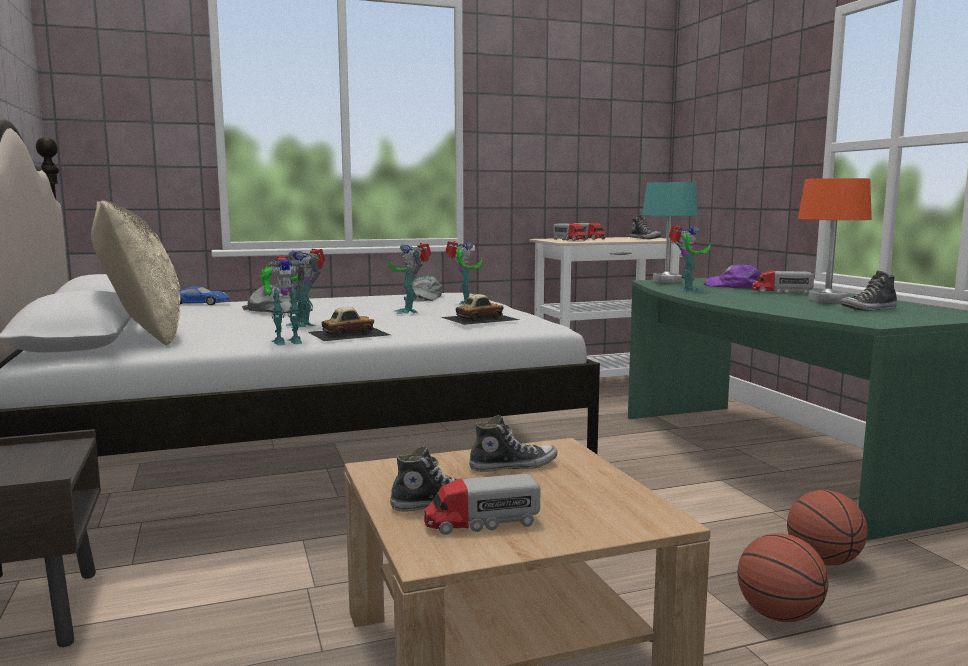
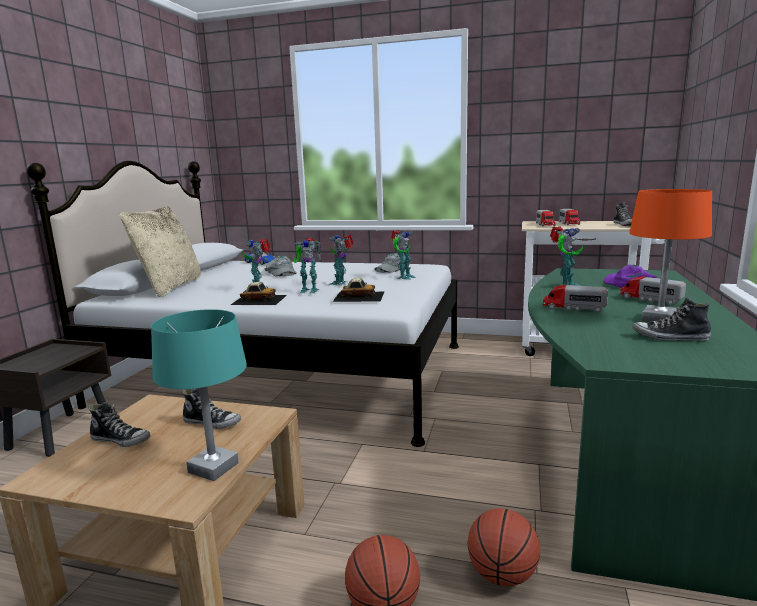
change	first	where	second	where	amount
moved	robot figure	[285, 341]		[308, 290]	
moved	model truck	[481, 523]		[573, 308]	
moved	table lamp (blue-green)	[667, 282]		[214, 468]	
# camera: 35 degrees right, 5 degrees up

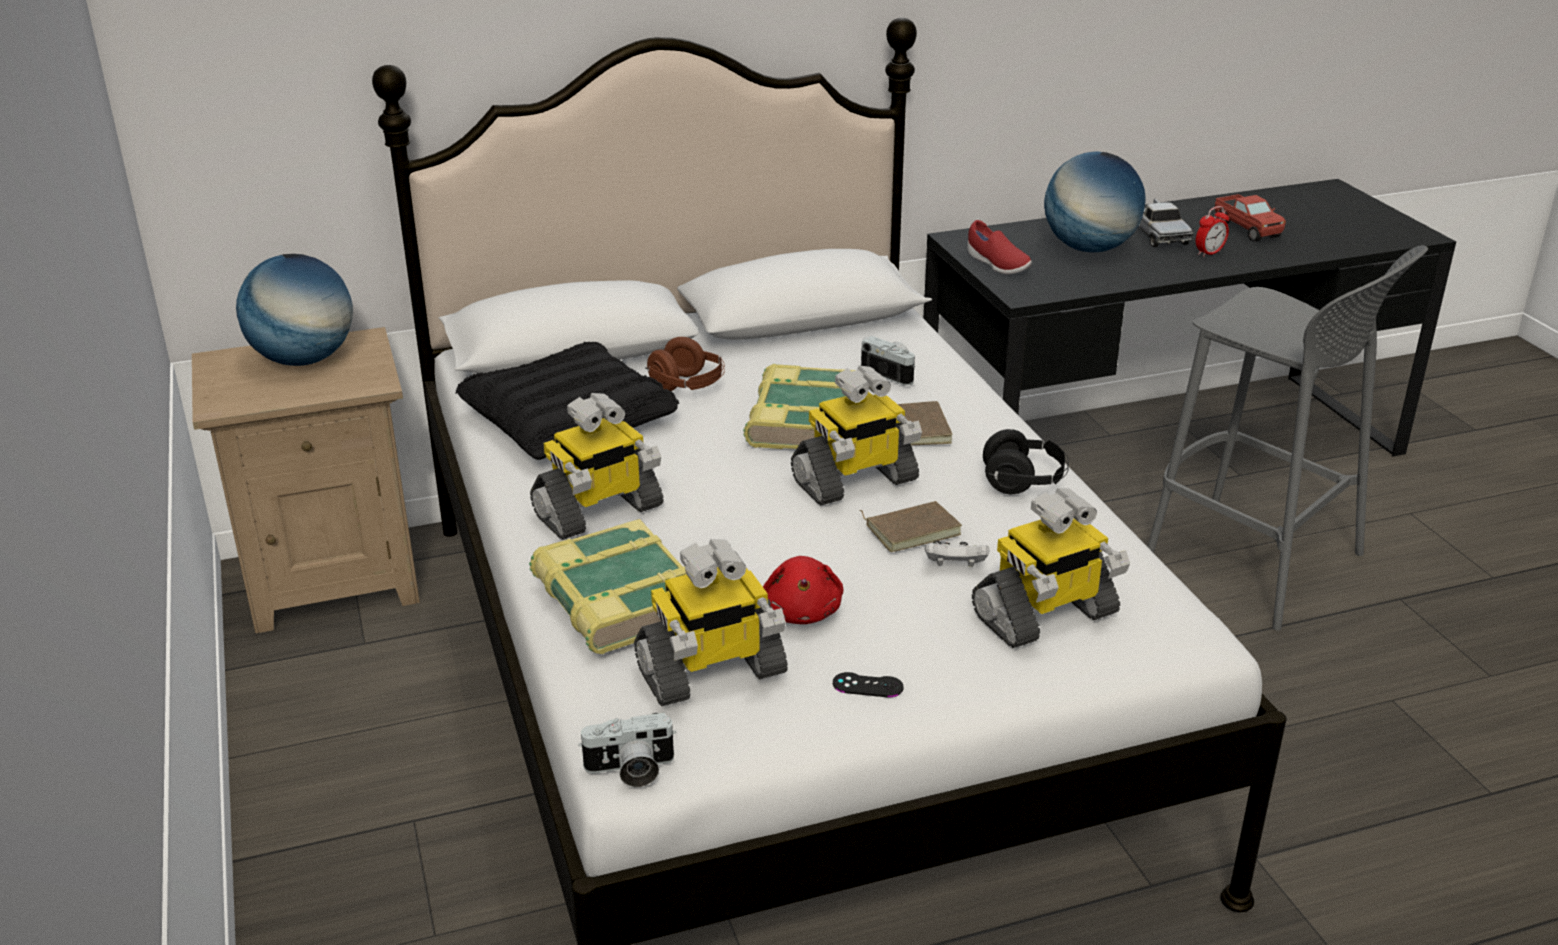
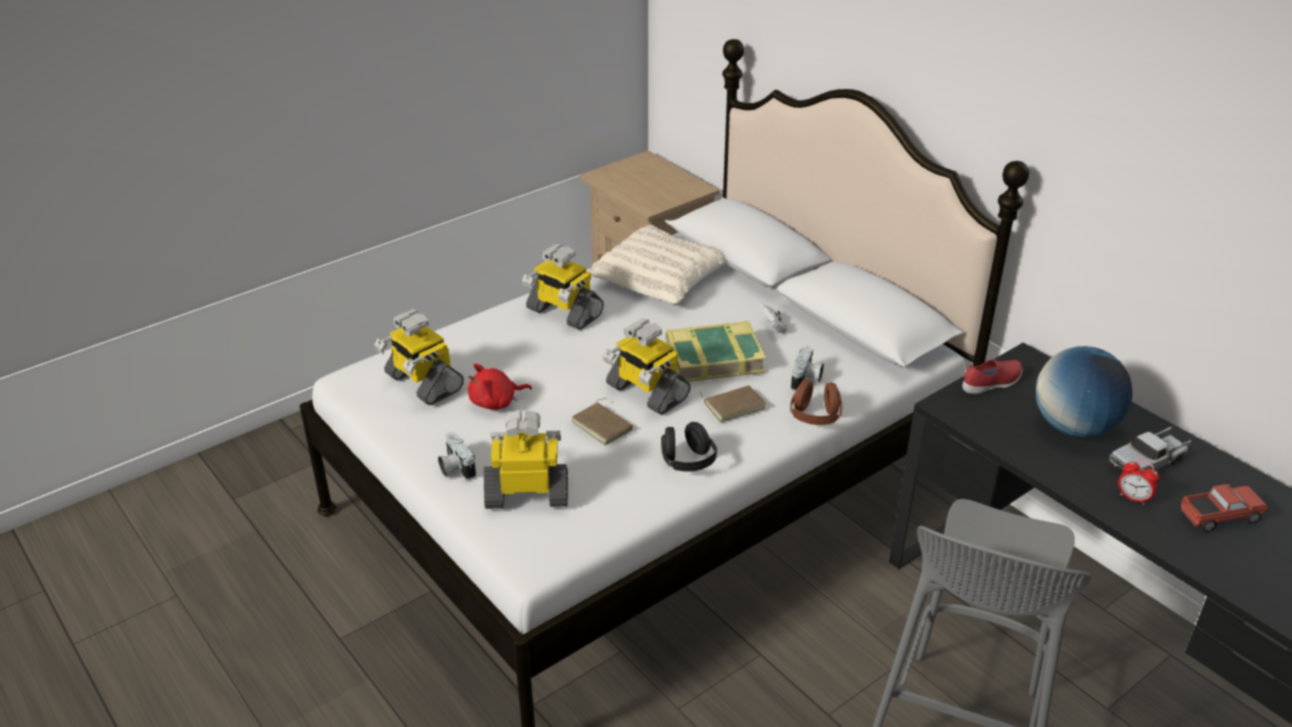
change	first	where	second	where	amount
removed	desk globe	[304, 360]			
recoloured	cushion (black)	[569, 420]	cushion (beige-coloured)	[660, 277]	
removed	bound book	[616, 600]			
moved	photo camera	[630, 770]		[455, 467]	
moved	pair of headphones (brown)	[687, 386]		[815, 417]	
removed	joypad (black)	[867, 685]			
moved	joypad (white-coloured)	[955, 567]		[774, 328]	
turned	item of footwear (red-coloured)	[996, 265]		[992, 384]	150 degrees counterclockwise
turned	robot figure	[1045, 616]		[528, 493]	135 degrees clockwise
turned	model truck	[1246, 229]		[1219, 518]	150 degrees counterclockwise
# camera: 70 degrees right, 5 degrees up

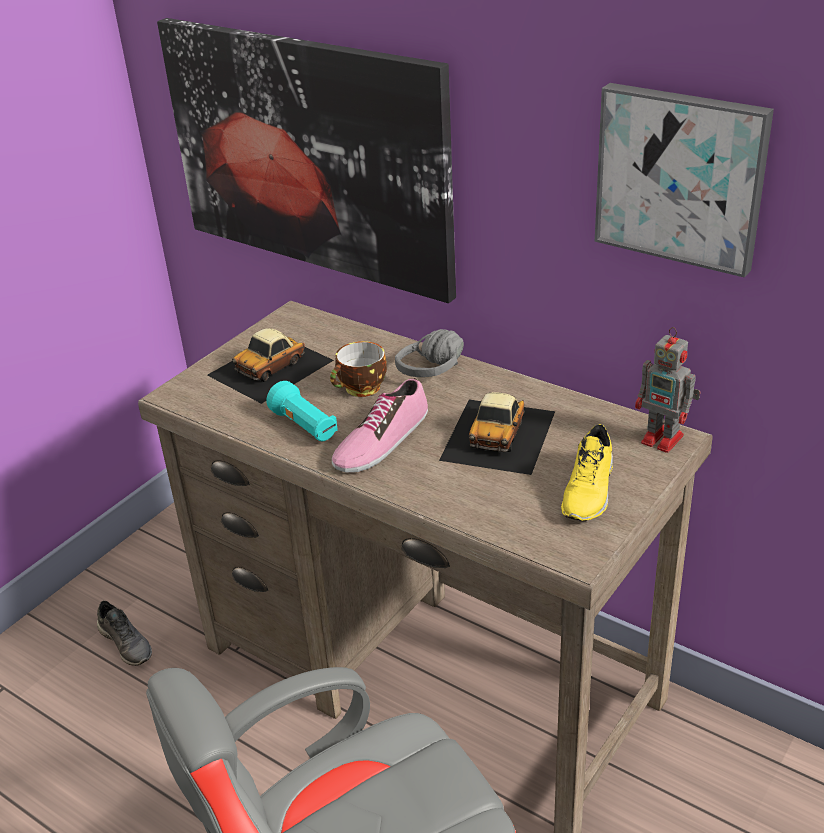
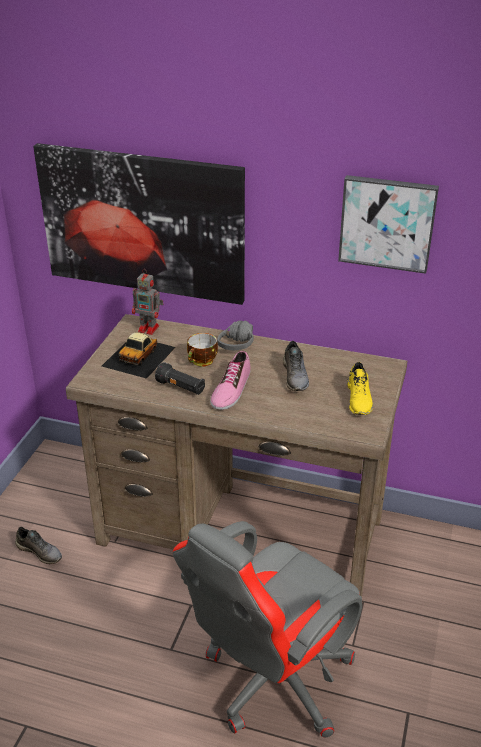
change	first	where	second	where	amount
recoloured	torch (blue-green)	[304, 427]	torch (black)	[181, 388]	
replaced	toy car	[499, 435]	item of footwear (gray)	[295, 376]	
moved	robot figure	[664, 439]		[149, 329]	
# camera: 20 degrees left, 0 degrees up

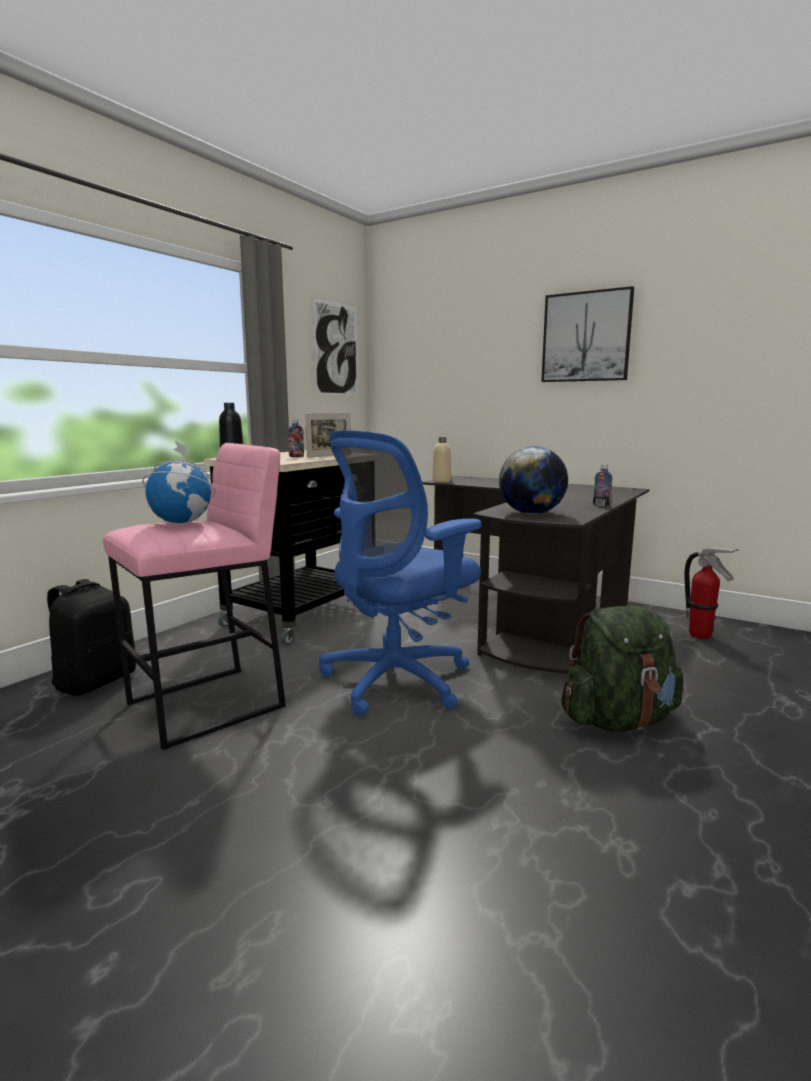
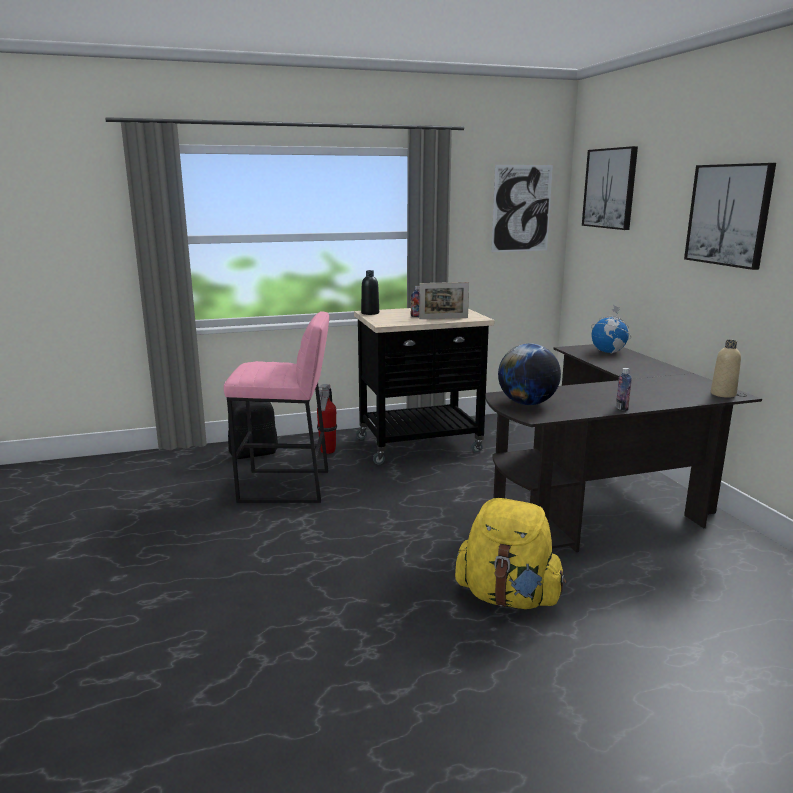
change	first	where	second	where	amount
moved	desk globe	[182, 522]		[608, 352]	
removed	desk chair (blue)	[402, 676]			
moved	drink bottle (beige-coloured)	[441, 481]		[723, 394]	
recoloured	knapsack (greenish)	[618, 720]	knapsack (yellow-coloured)	[508, 597]	
moved	fire extinguisher	[700, 636]		[327, 451]	
added			wall art	[610, 188]	
# camera: 40 degrees right, 5 degrees up

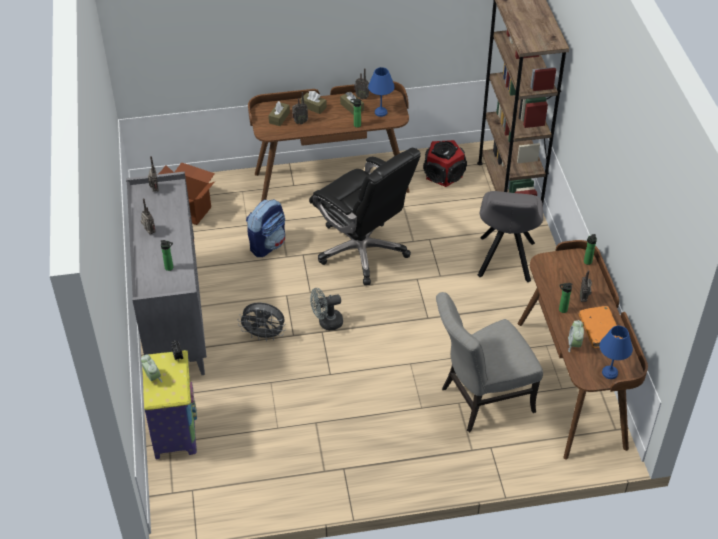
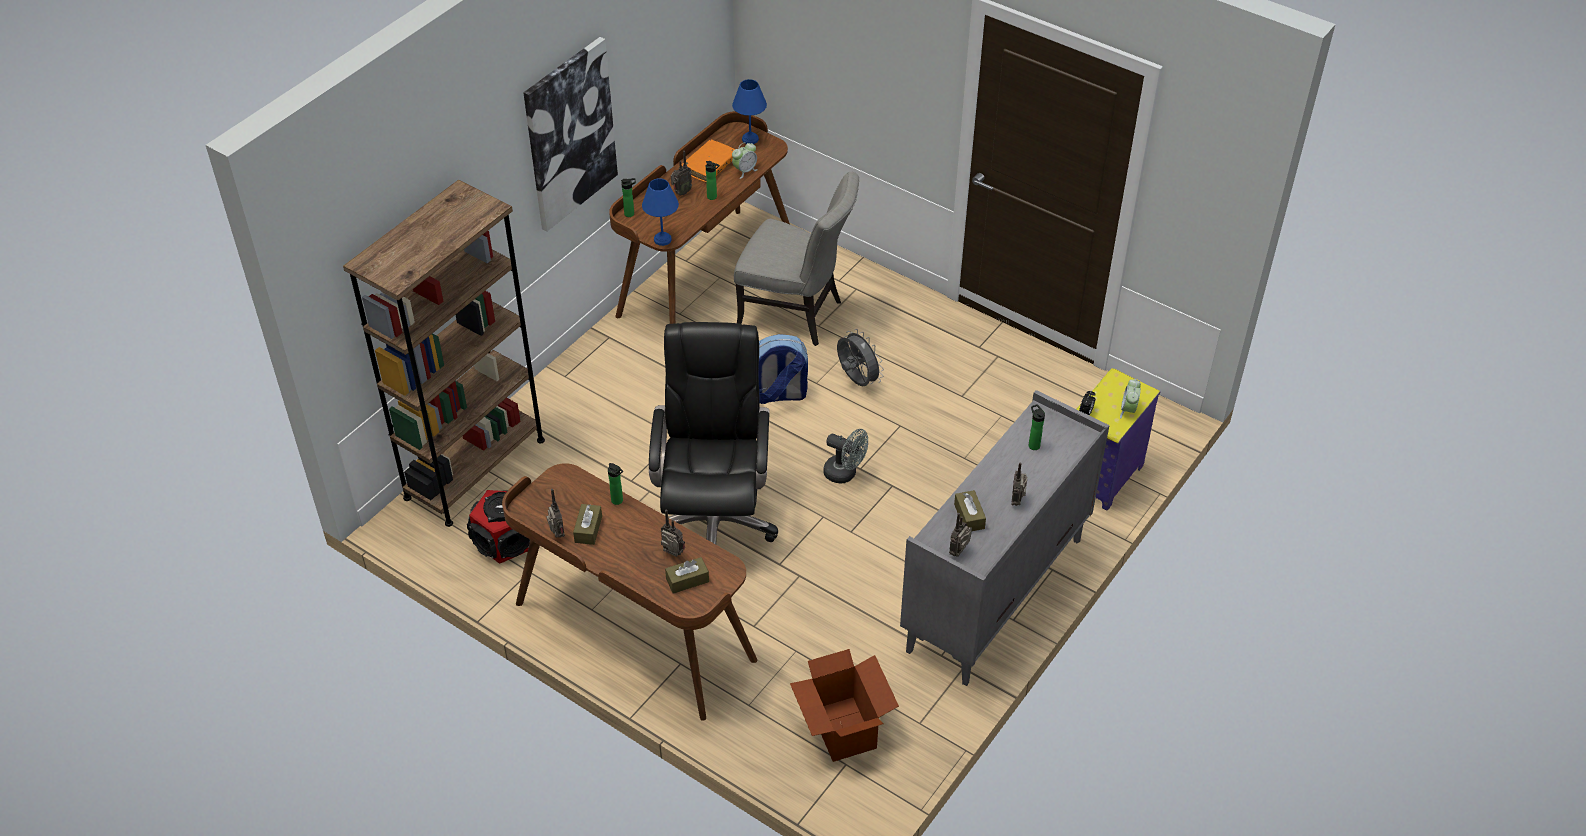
change	first	where	second	where	amount
moved	electric fan (gray)	[264, 335]		[856, 381]	
moved	knapsack	[268, 244]		[778, 395]	
moved	box of tissues (brown)	[313, 107]		[969, 516]	
moved	table lamp (blue)	[381, 112]		[662, 239]	
removed	upright chair (gray)	[505, 259]			
added			wall art	[569, 134]	
# camera: 135 degrees left, 0 degrees up

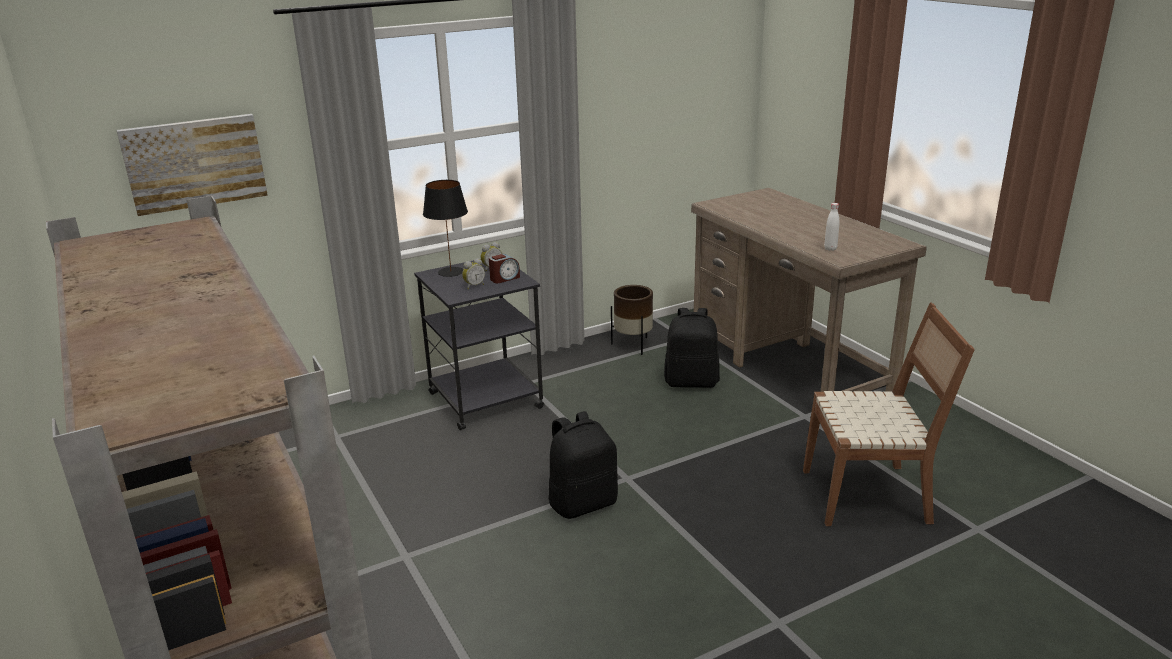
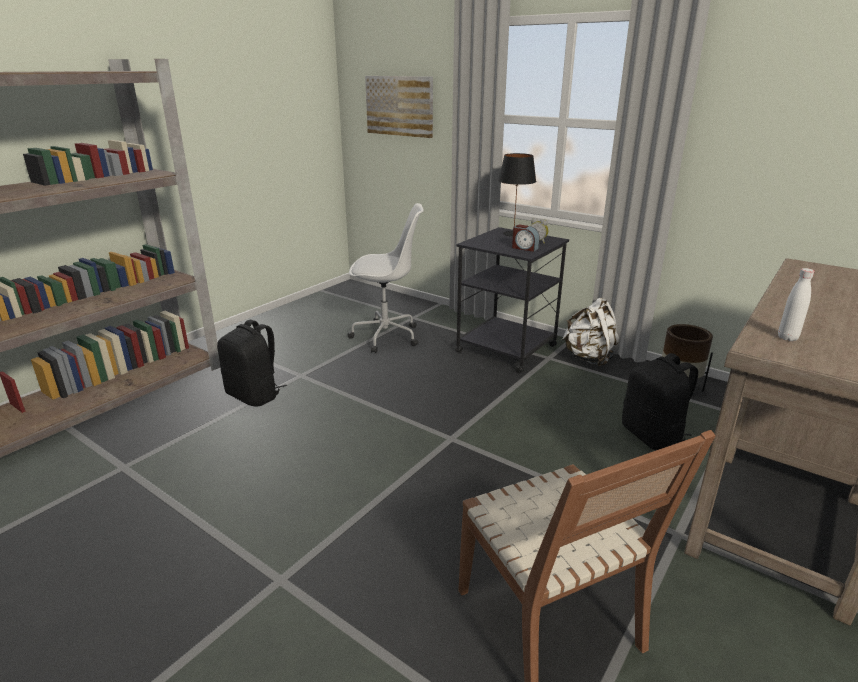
change	first	where	second	where	amount
removed	bedside clock	[474, 286]			
moved	knapsack (black)	[583, 503]		[255, 395]	
added			desk chair (white-coloured)	[388, 336]	
added			knapsack (white-coloured)	[589, 358]	
# camera: 65 degrees right, 0 degrees up

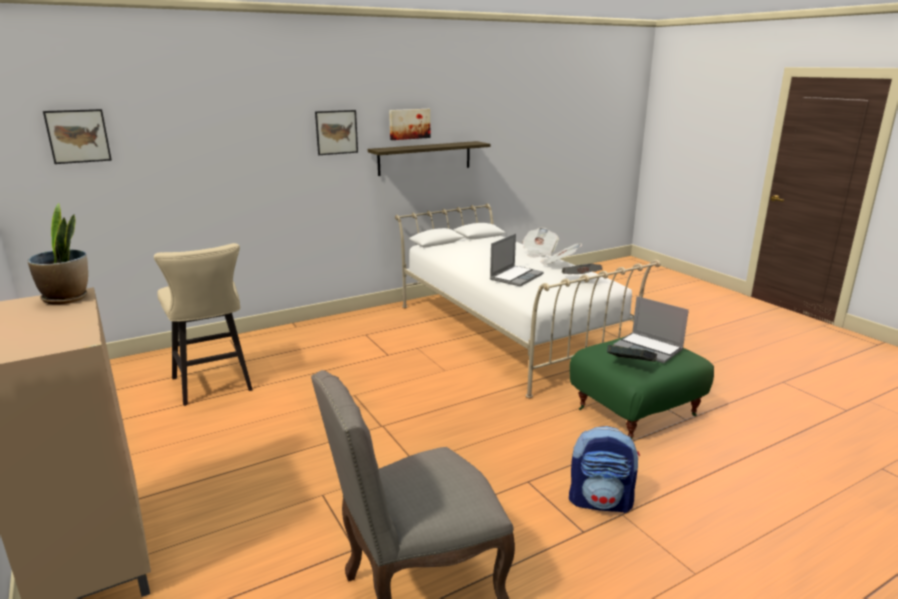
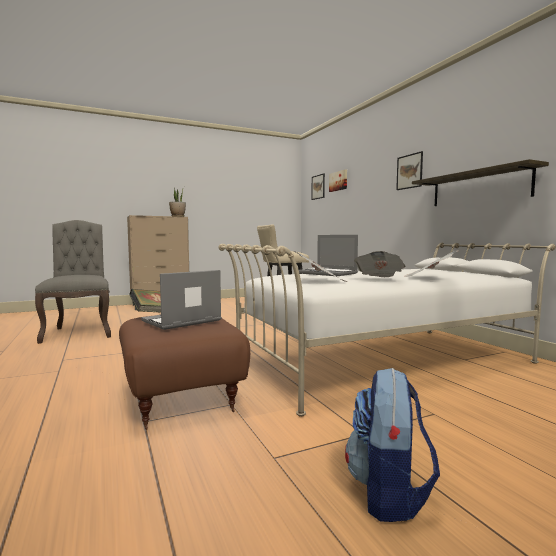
change	first	where	second	where	amount
moved	wall art	[409, 124]		[338, 181]	
moved	knapsack	[601, 501]		[389, 493]	
recoloured	footrest (greenish)	[635, 411]	footrest (brown)	[183, 397]	
# camera: 95 degrees right, 15 degrees down

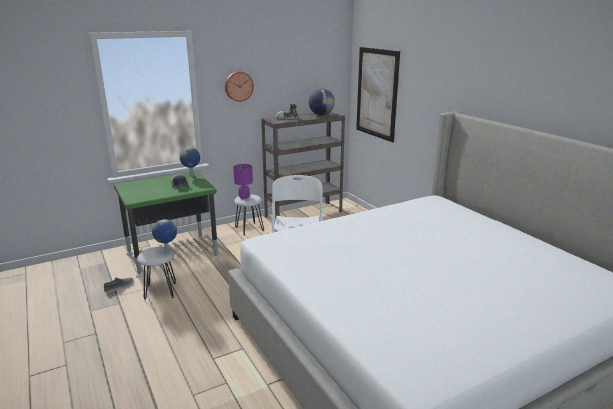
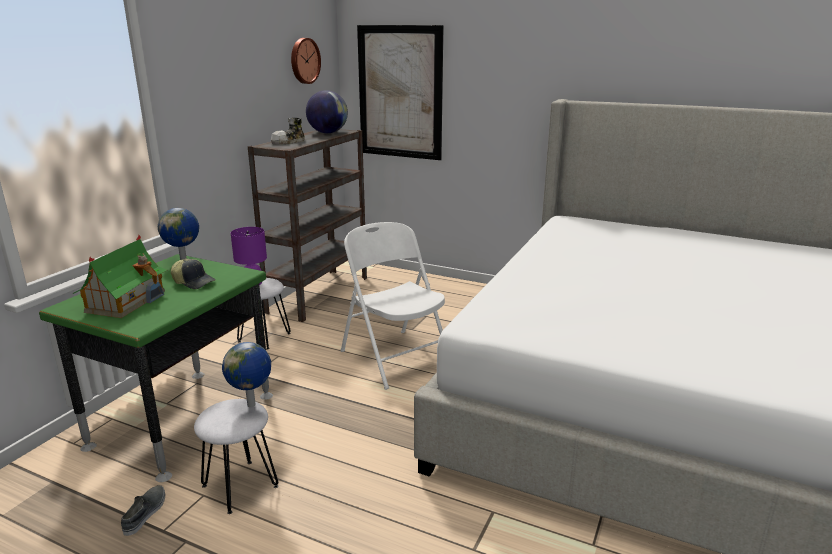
change	first	where	second	where	amount
moved	hanging clock	[238, 86]		[304, 61]	
added			model house	[126, 301]	
# camera: 35 degrees left, 0 degrees up

